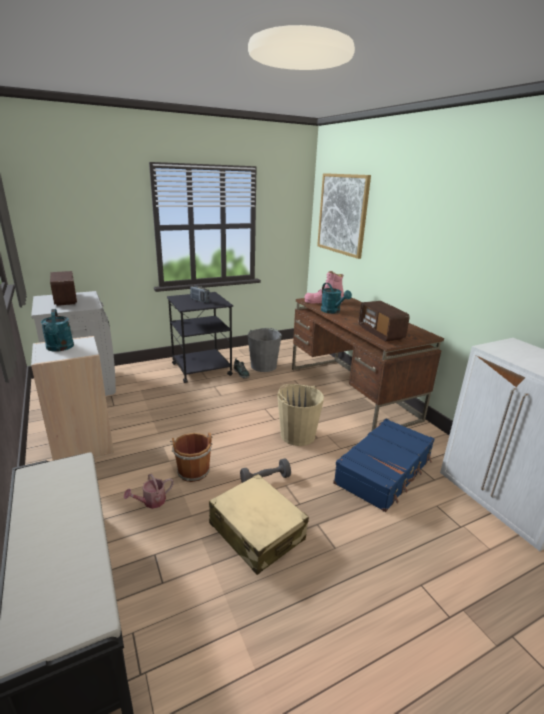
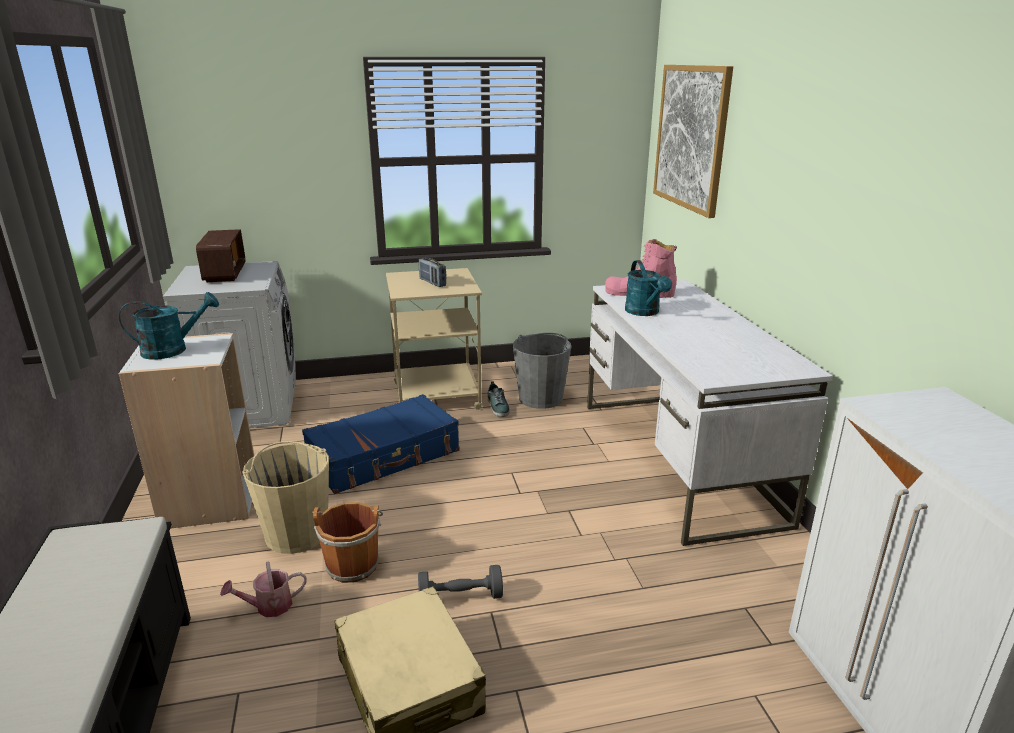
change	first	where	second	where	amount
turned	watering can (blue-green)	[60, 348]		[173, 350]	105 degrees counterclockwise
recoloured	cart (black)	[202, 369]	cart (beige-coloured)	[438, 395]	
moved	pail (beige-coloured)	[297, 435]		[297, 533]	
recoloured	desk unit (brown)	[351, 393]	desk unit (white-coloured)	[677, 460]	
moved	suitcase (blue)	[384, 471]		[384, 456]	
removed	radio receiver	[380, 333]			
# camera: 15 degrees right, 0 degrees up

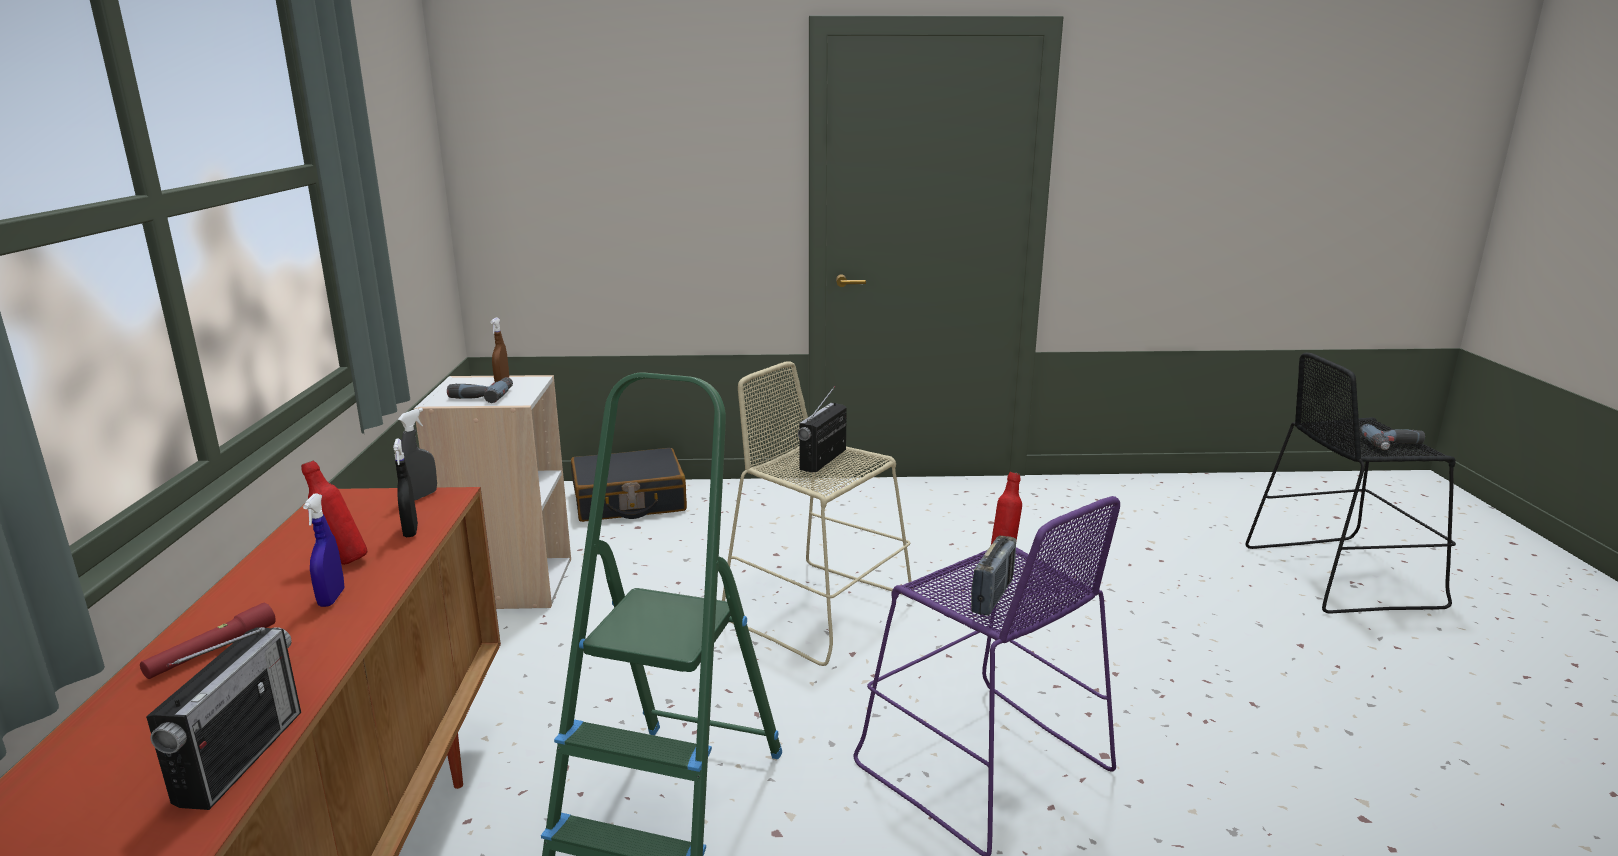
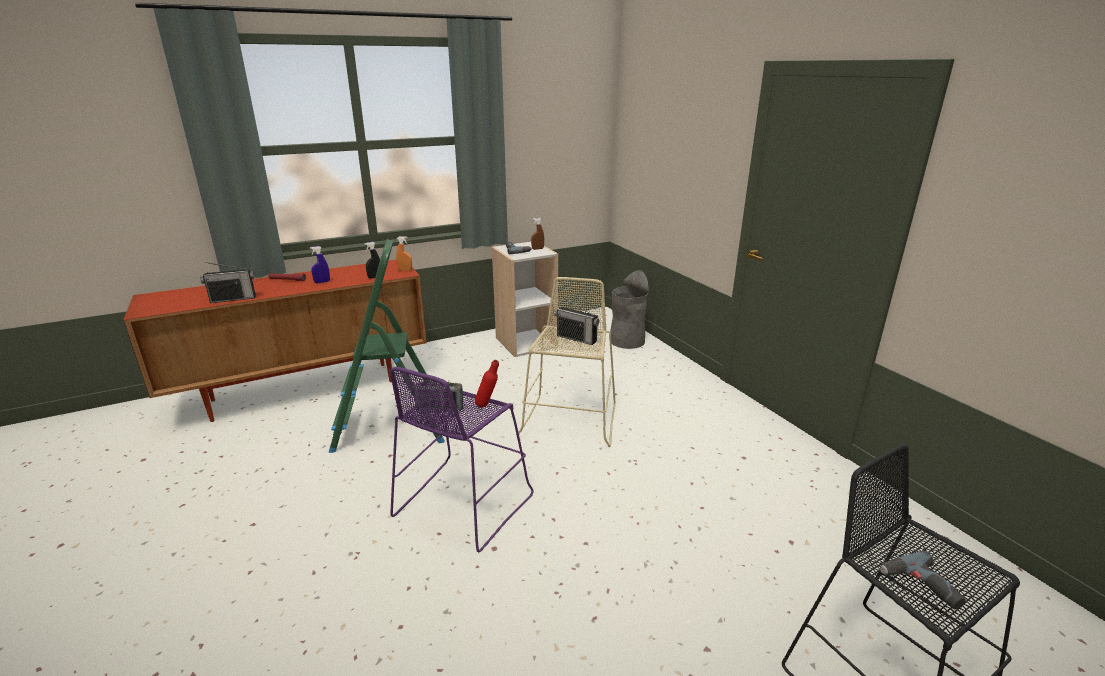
change	first	where	second	where	amount
removed	drink bottle (red-coloured)	[343, 560]			
recoloured	spray bottle (gray)	[421, 496]	spray bottle (orangey)	[405, 270]	
replaced	suitcase (black)	[629, 501]	waste bin (gray)	[627, 341]	
turned	radio receiver	[823, 460]		[576, 338]	150 degrees counterclockwise
# camera: 65 degrees right, 5 degrees up

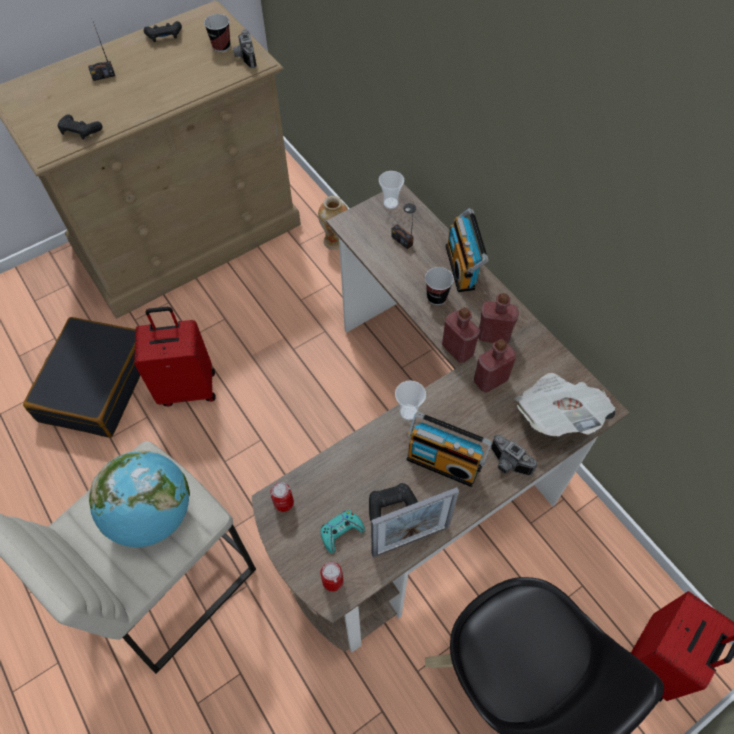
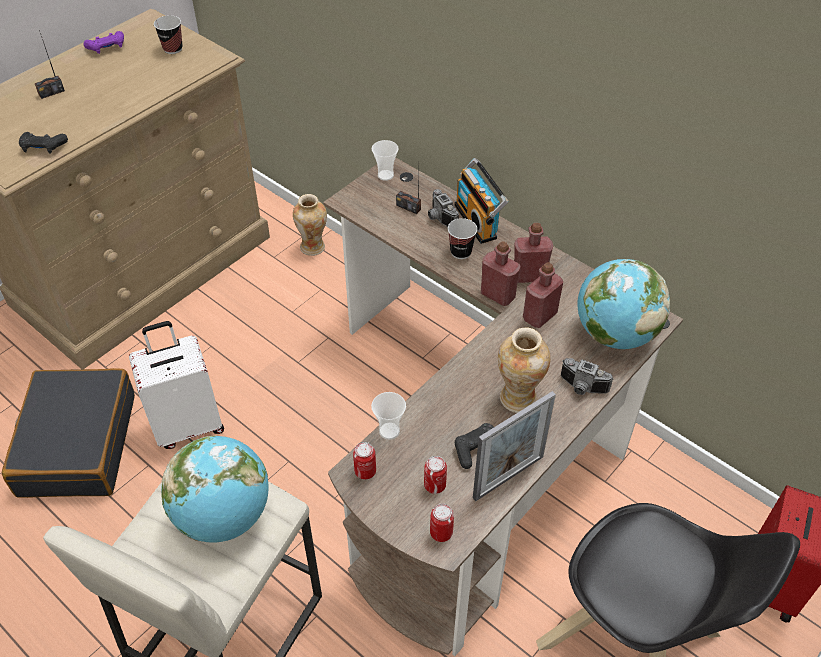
change	first	where	second	where	amount
recoloured	suitcase (red-coloured)	[188, 387]	suitcase (white-coloured)	[188, 424]	
recoloured	joypad (black)	[164, 36]	joypad (purple)	[107, 47]	
moved	photo camera	[244, 57]		[439, 218]	
replaced	joypad (blue-green)	[341, 532]	metal can	[434, 485]	
moved	small cup	[408, 412]		[389, 431]	
replaced	radio receiver	[444, 461]	decorative vase	[518, 398]	
replaced	daily paper	[557, 414]	desk globe	[614, 334]	
# camera: 15 degrees left, 10 degrees down

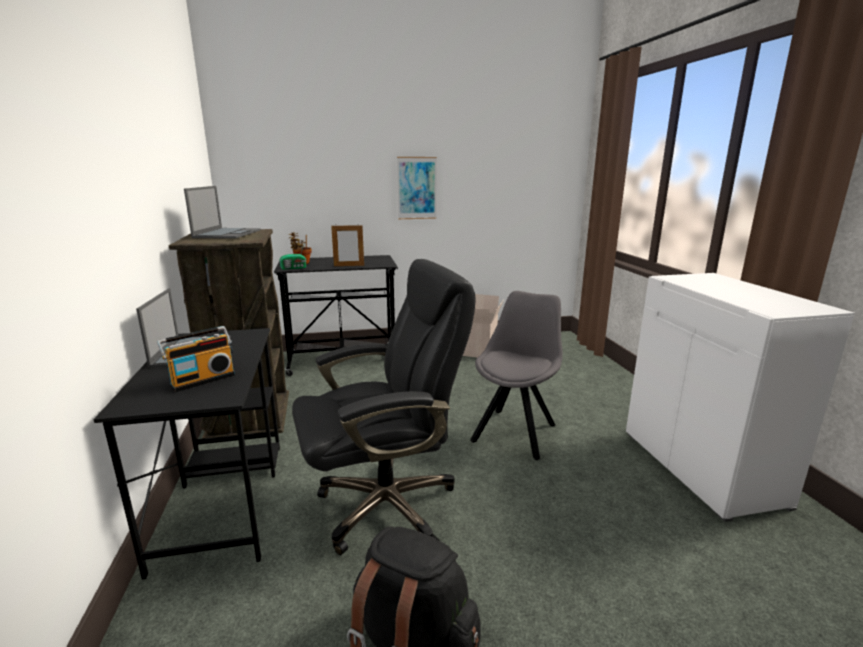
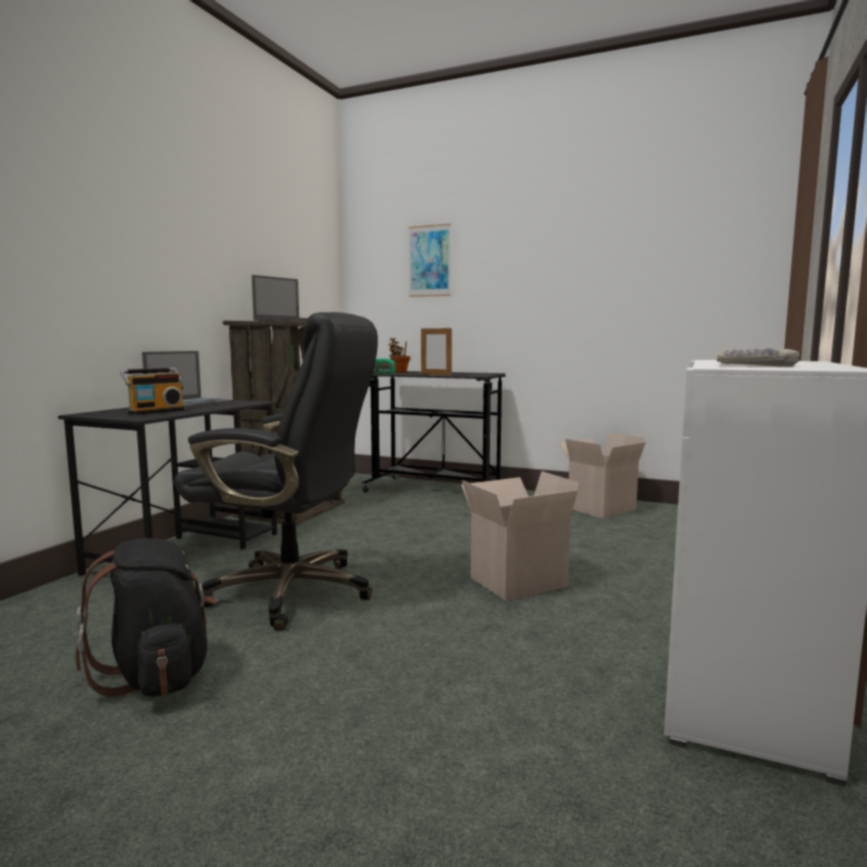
change	first	where	second	where	amount
turned	radio receiver	[202, 379]		[155, 411]	45 degrees counterclockwise
moved	wall art	[417, 188]		[429, 261]	
replaced	upright chair (gray)	[515, 432]	cardboard box	[517, 581]	
added			keyboard	[755, 363]	
# camera: 35 degrees right, 10 degrees down

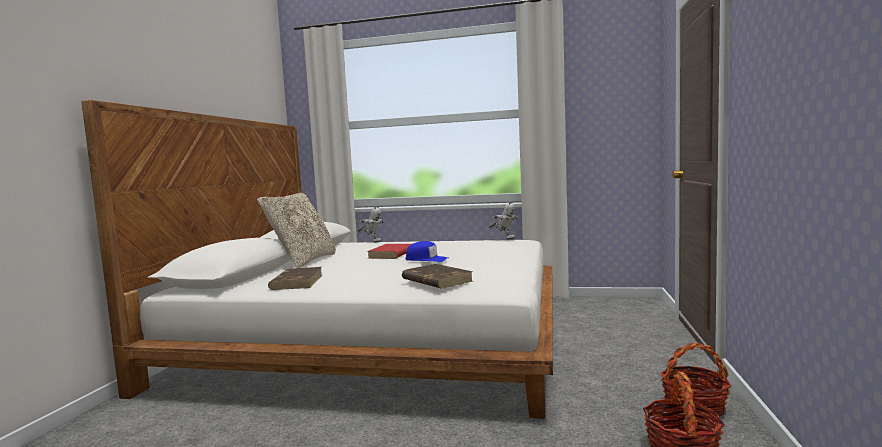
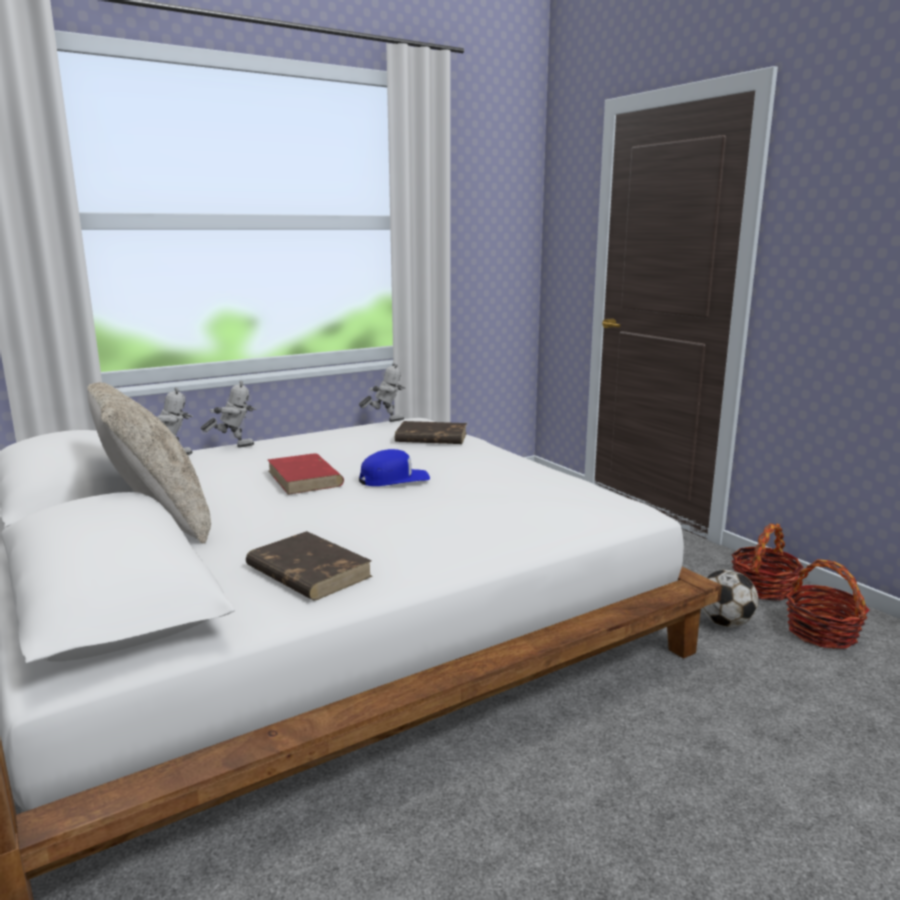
change	first	where	second	where	amount
moved	bound book (brown)	[436, 280]		[430, 437]	
added			robot figure	[233, 446]	
added			football	[724, 623]	
# camera: 45 degrees left, 10 degrees up

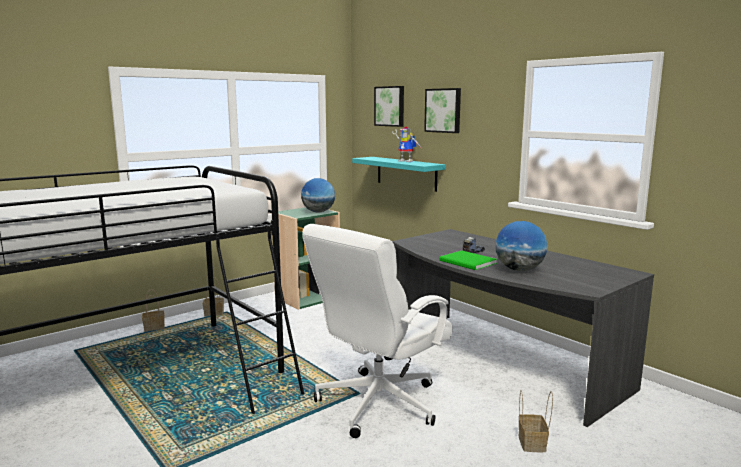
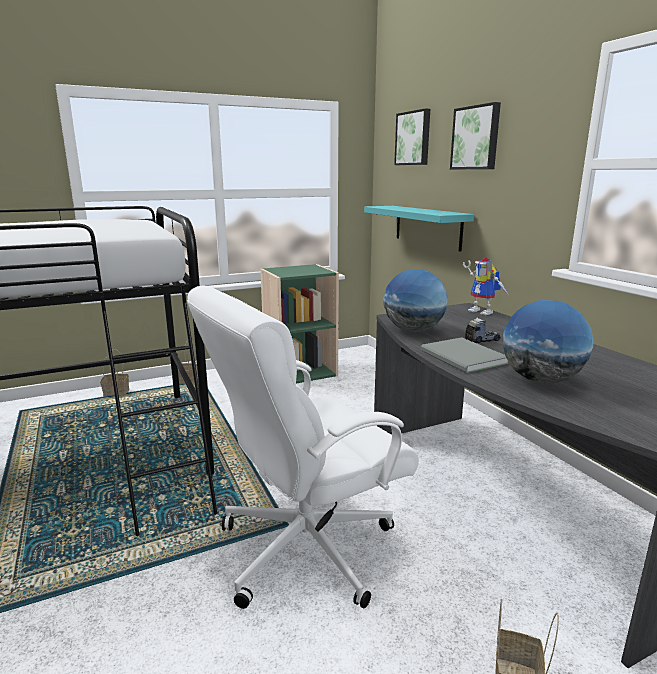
change	first	where	second	where	amount
moved	desk globe	[318, 212]		[413, 330]	
moved	robot figure	[407, 161]		[484, 312]	
recoloured	bound book (greenish)	[468, 262]	bound book (gray)	[463, 358]	
# camera: 15 degrees right, 5 degrees up

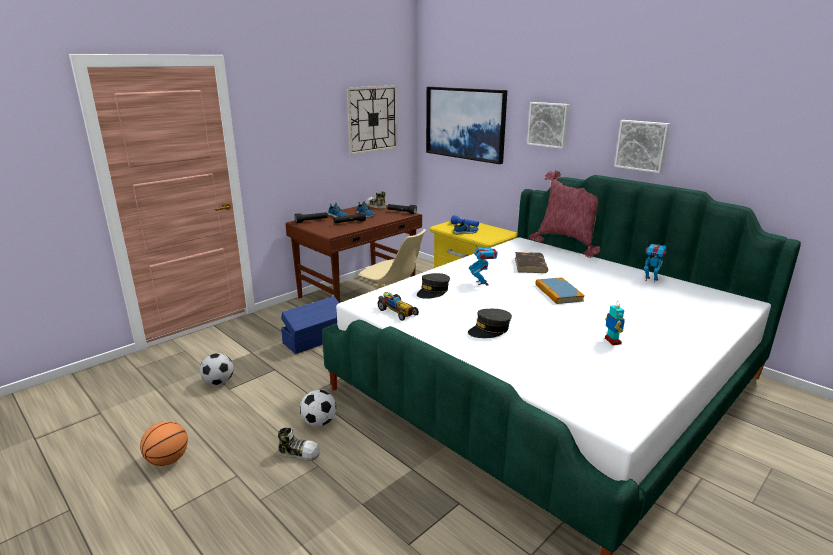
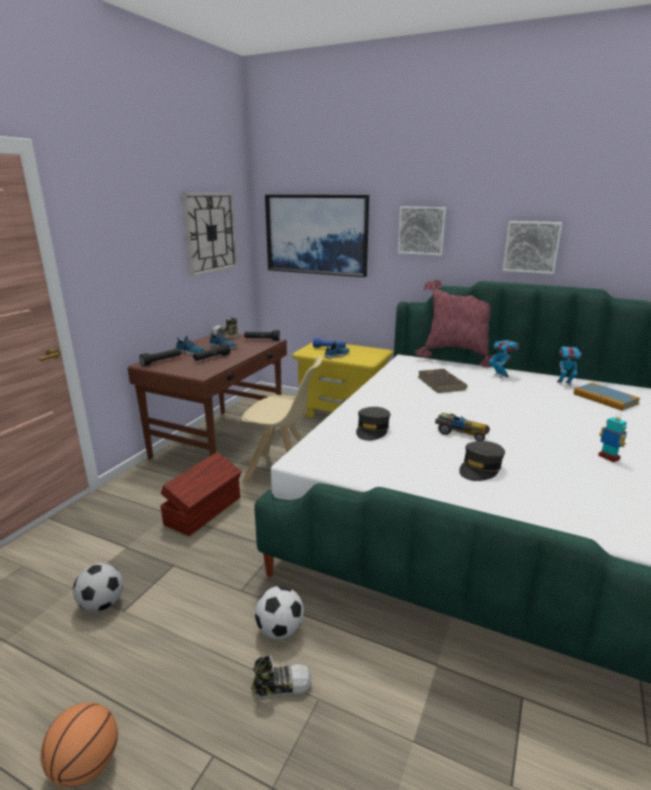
change	first	where	second	where	amount
recoloured	storage box (blue)	[316, 339]	storage box (brown)	[204, 511]	
moved	toy car	[396, 311]		[460, 432]	
moved	robot figure	[482, 283]		[501, 375]	
moved	bound book	[558, 293]		[605, 399]	
# camera: 20 degrees left, 0 degrees up

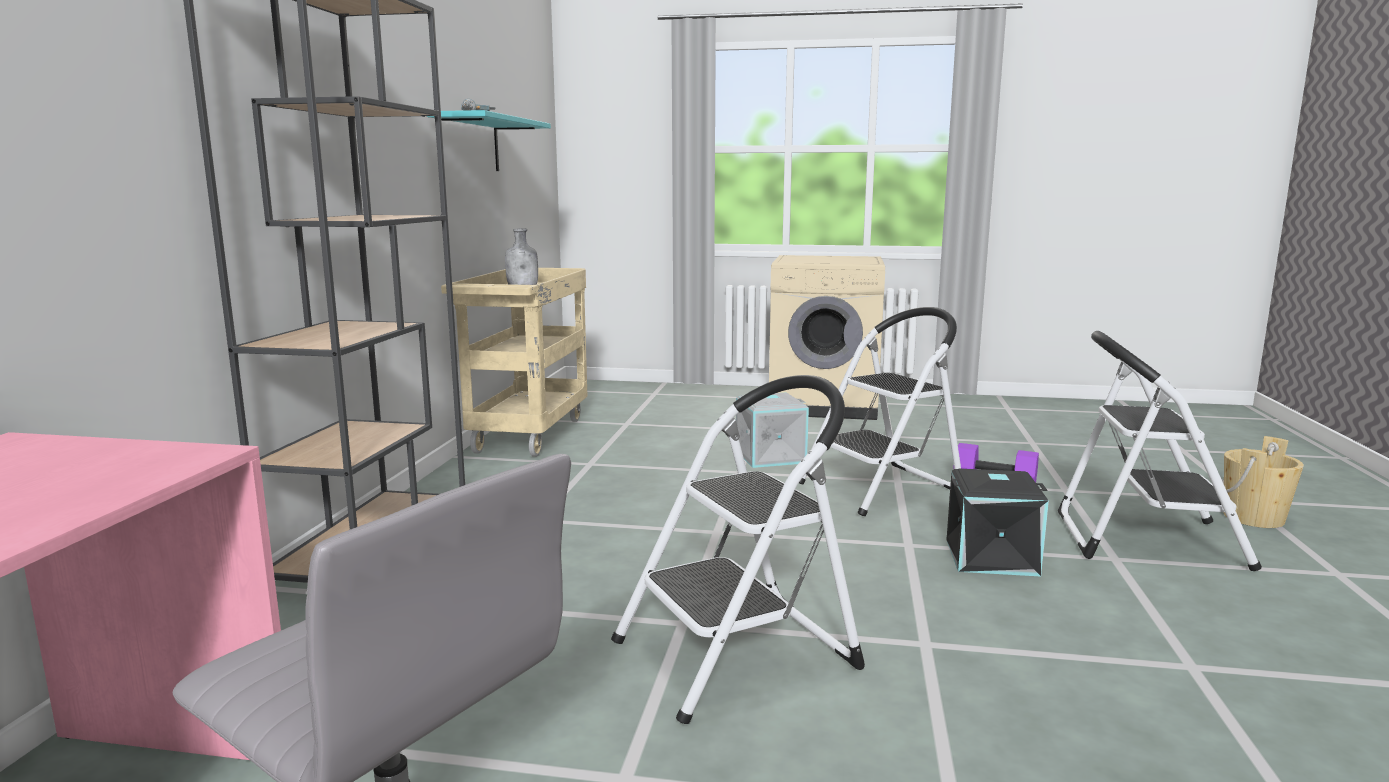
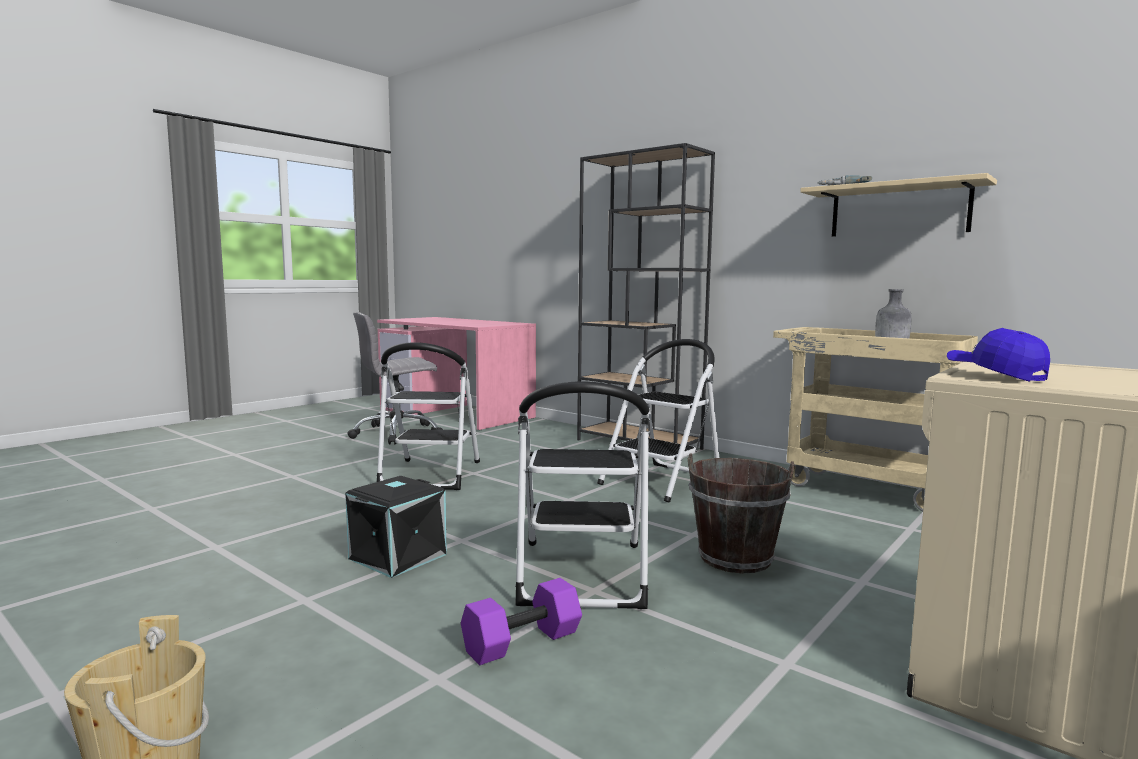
change	first	where	second	where	amount
recoloured	wall shelf (blue-green)	[469, 144]	wall shelf (beige-coloured)	[899, 210]	
replaced	storage box (gray)	[770, 456]	pail (brown)	[735, 559]	
moved	step stool	[1143, 539]		[663, 481]	
added			peaked cap (blue)	[995, 375]	
# camera: 120 degrees right, 5 degrees down

